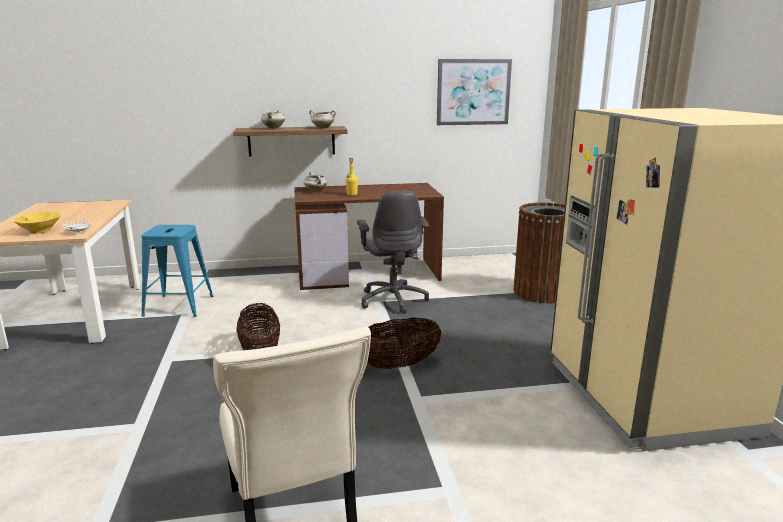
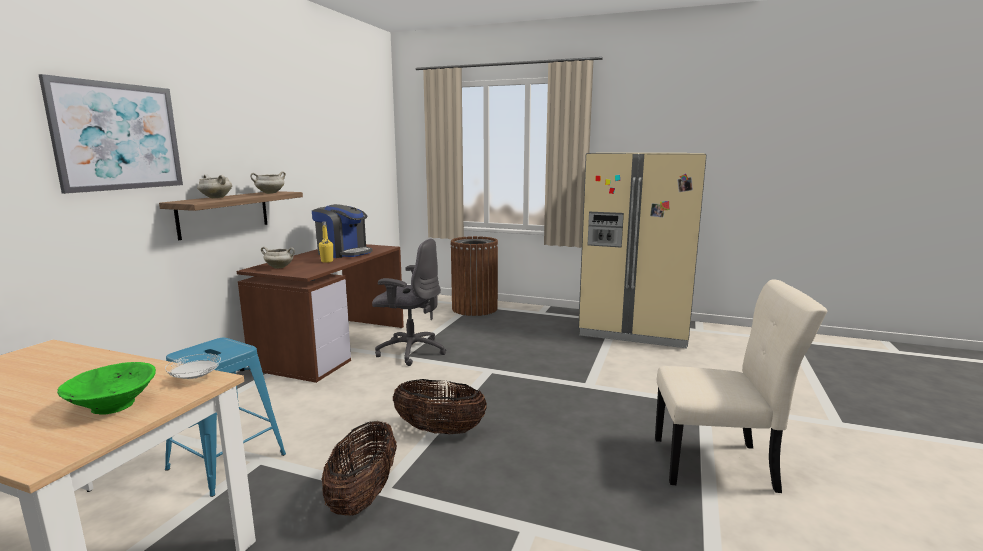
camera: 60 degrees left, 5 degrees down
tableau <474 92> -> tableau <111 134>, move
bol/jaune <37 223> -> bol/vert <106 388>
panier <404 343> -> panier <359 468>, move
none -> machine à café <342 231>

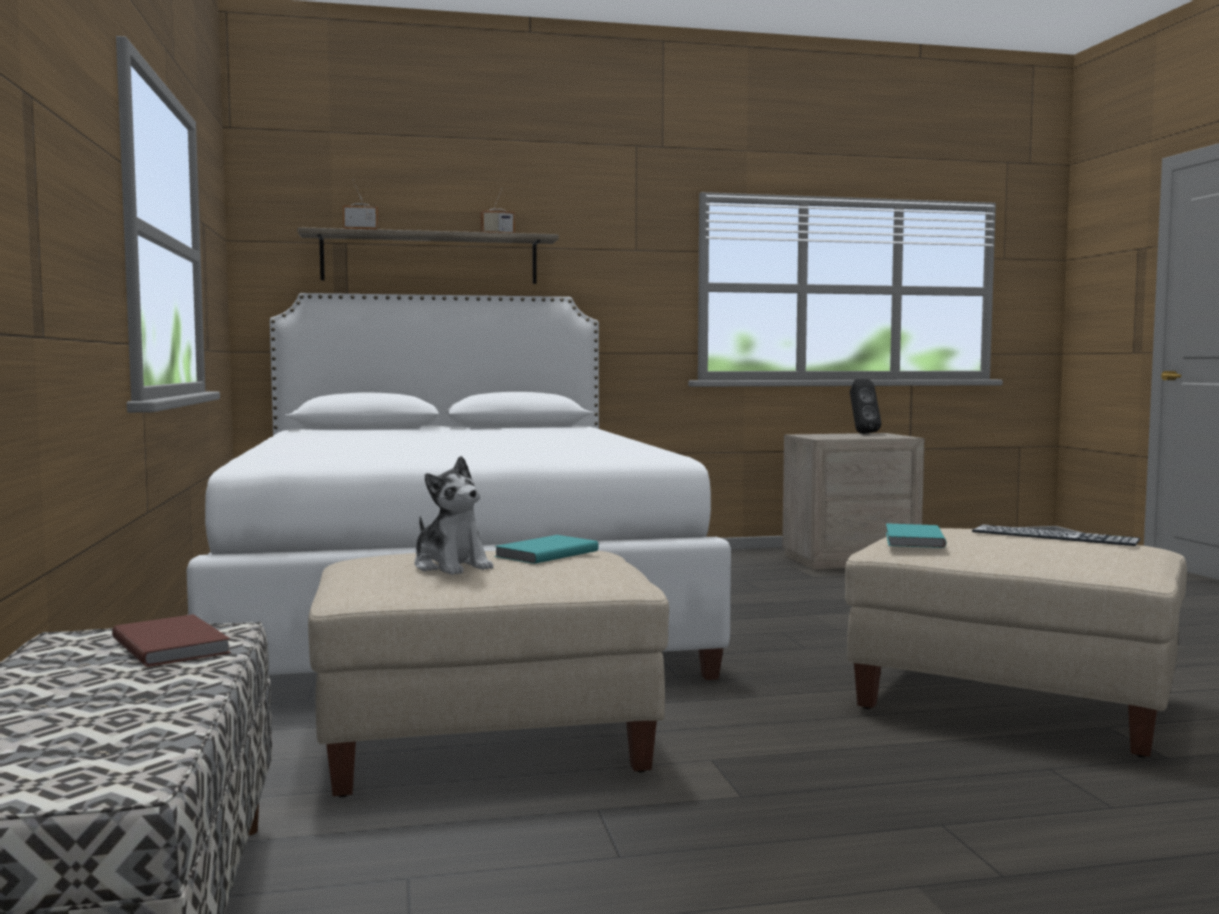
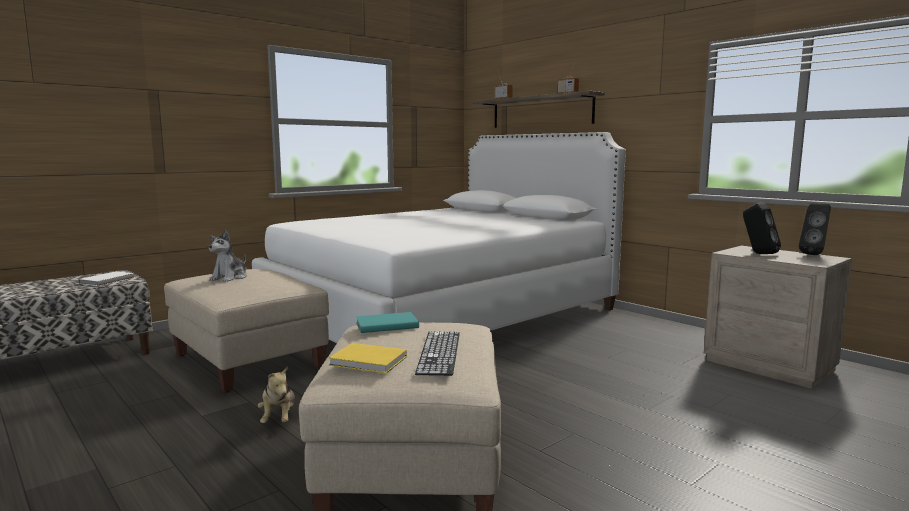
camera: 60 degrees right, 5 degrees up
livre/turquoise <546 549> -> none
livre/marron <171 640> -> livre/blanc <106 278>
none -> enceinte/noir <762 228>
none -> livre/jaune <368 358>
none -> peluche <276 394>

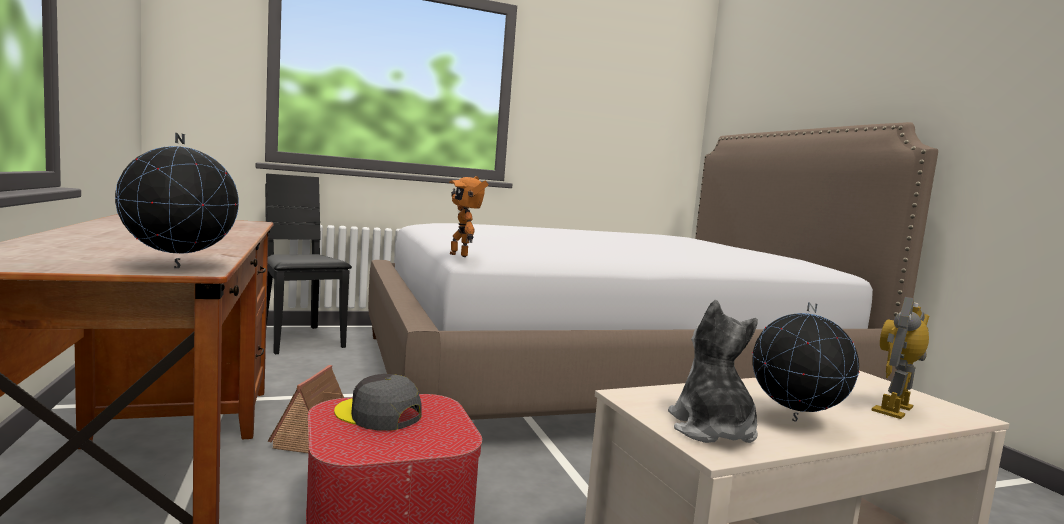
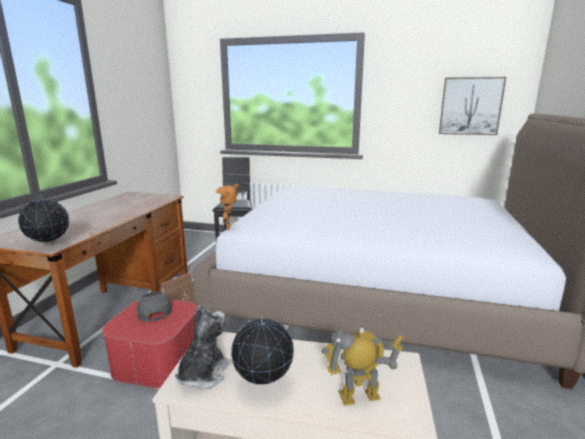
camera: 35 degrees right, 10 degrees up
none -> tableau <472 106>

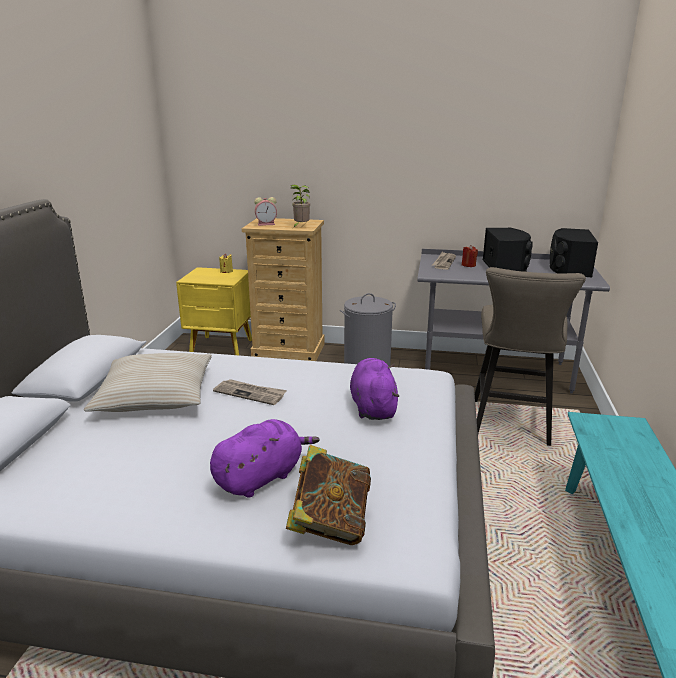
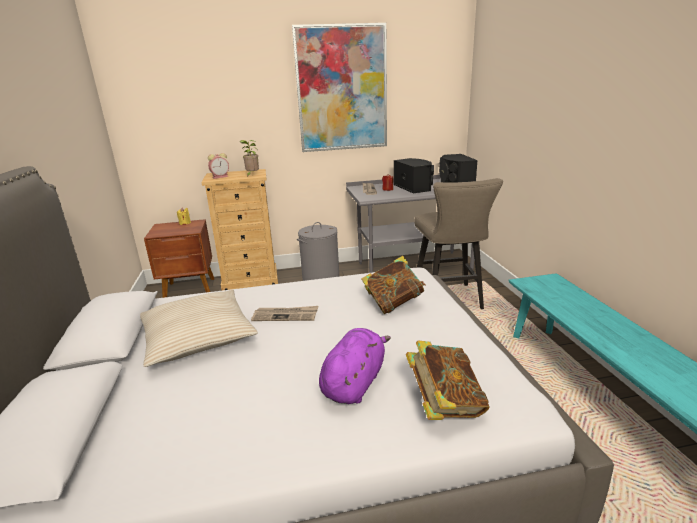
camera: 20 degrees left, 0 degrees up
table de chevet/jaune <214 311> -> table de chevet/marron <179 258>
peluche/violet <375 389> -> livre <393 285>
none -> tableau <339 87>

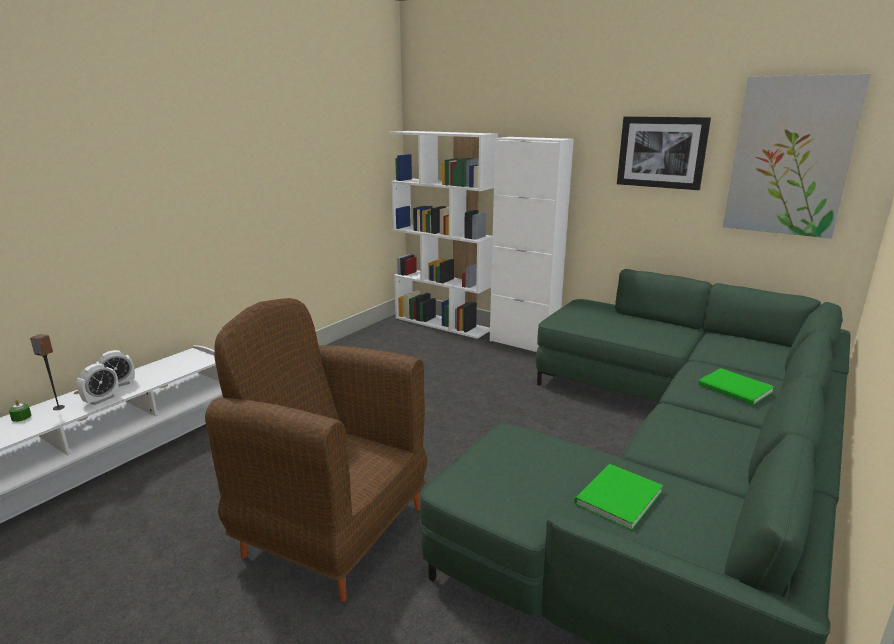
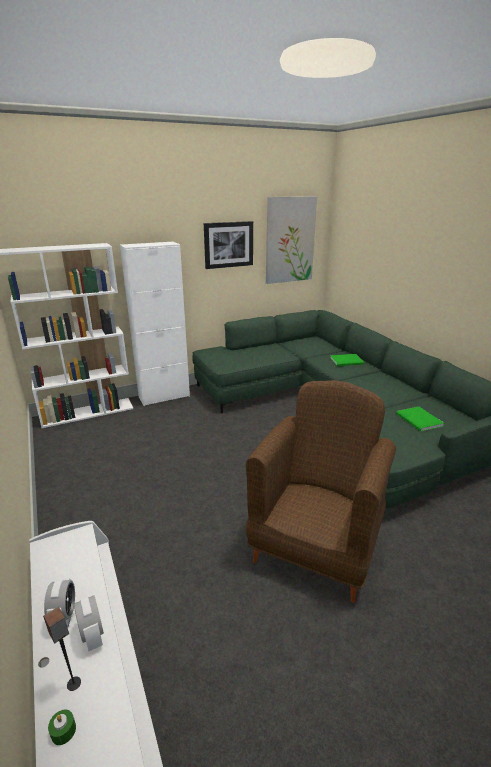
camera: 60 degrees left, 5 degrees up
fauteuil/marron <316 450> -> fauteuil/marron <320 491>, 150 degrees clockwise

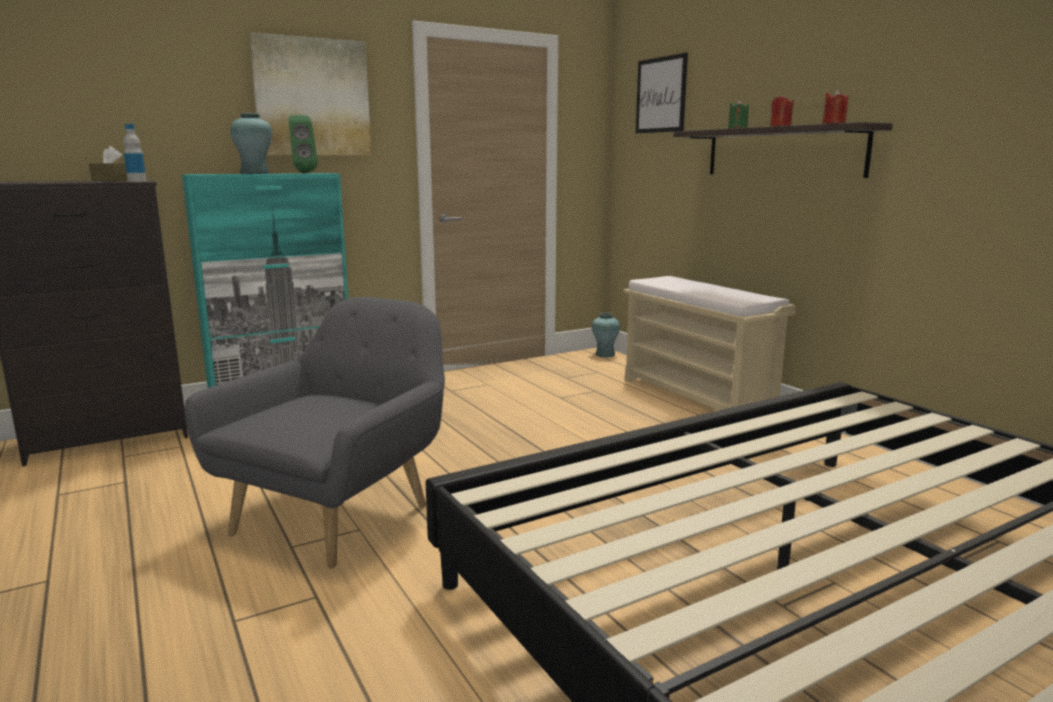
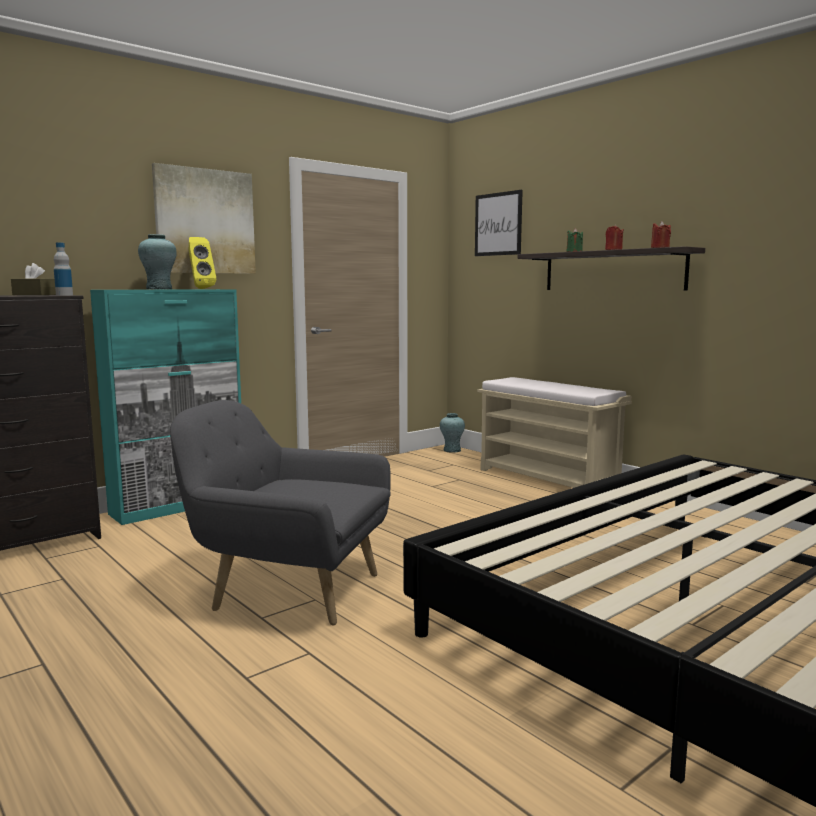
camera: 10 degrees left, 5 degrees down
enceinte/vert <303 144> -> enceinte/jaune <202 263>
fauteuil/gris <314 432> -> fauteuil/gris <280 512>, 90 degrees counterclockwise

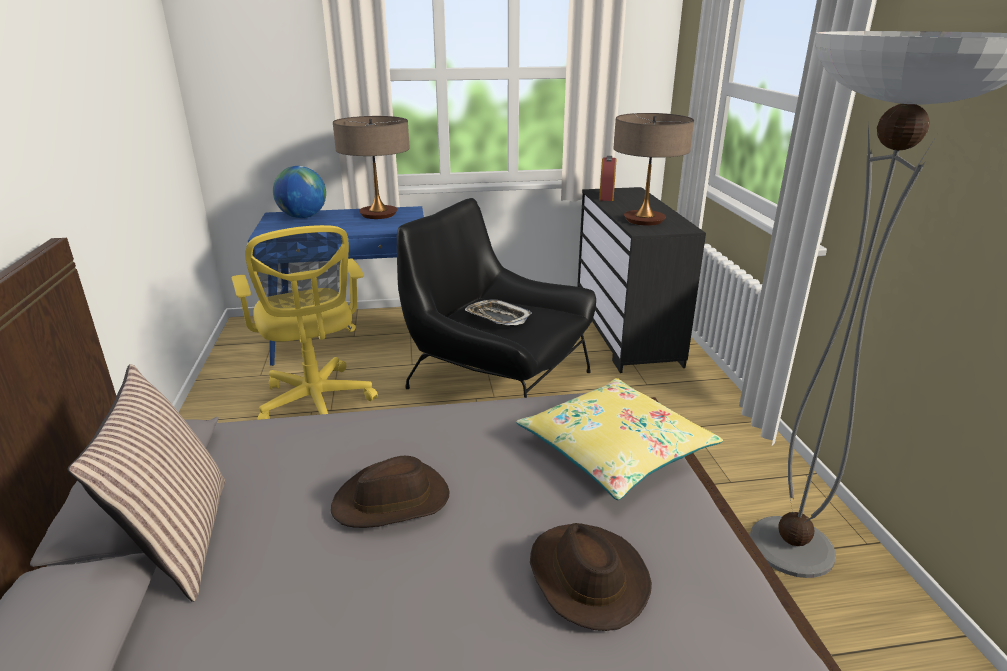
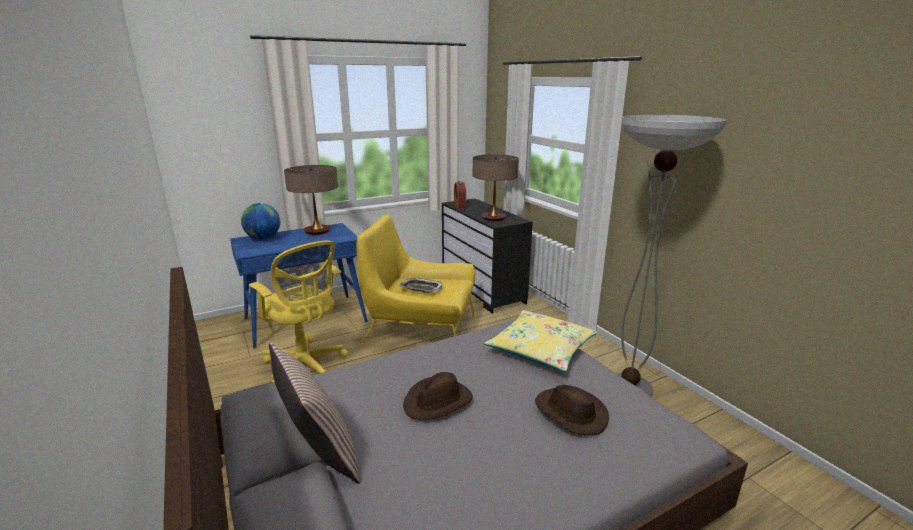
camera: 20 degrees left, 5 degrees down
fauteuil/noir <496 298> -> fauteuil/jaune <416 280>

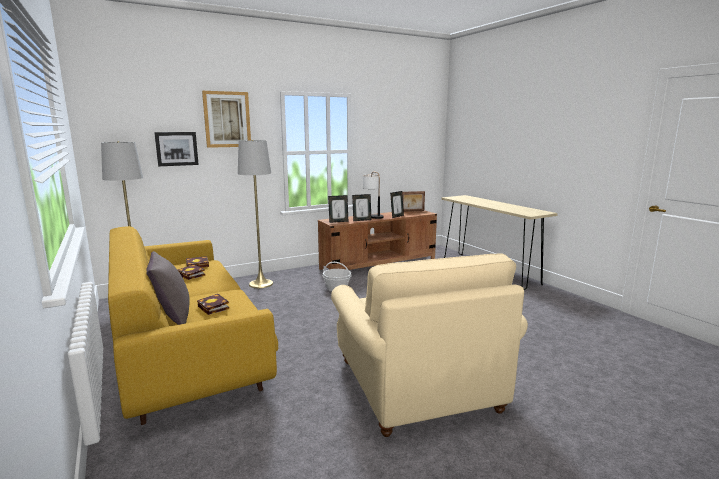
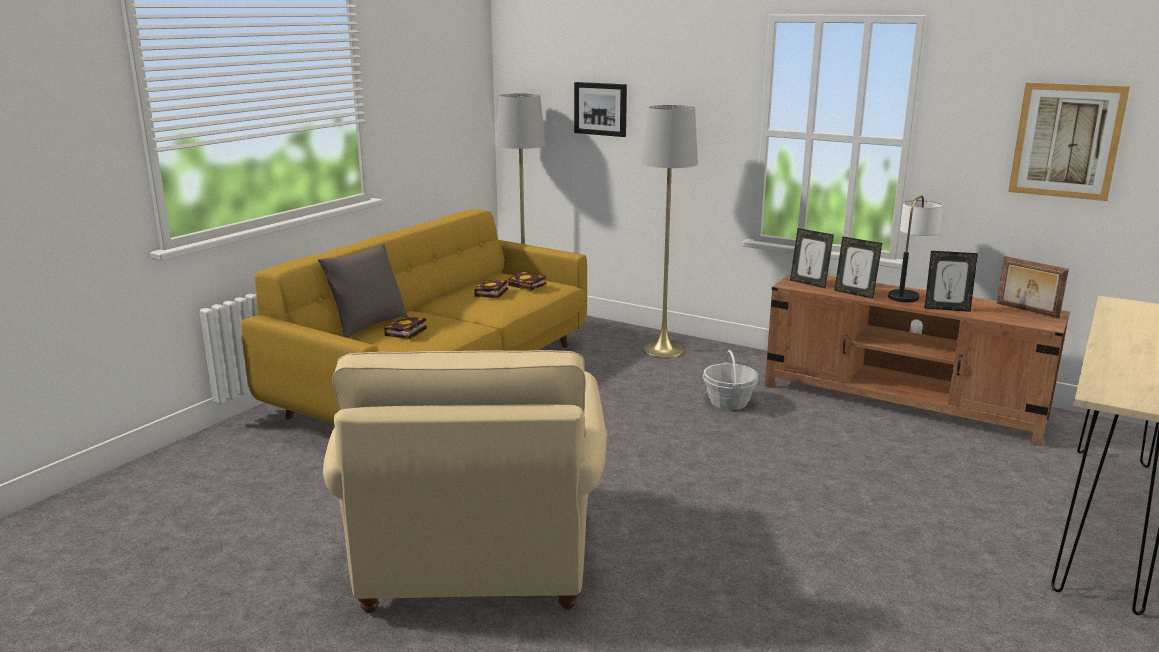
camera: 60 degrees right, 5 degrees up
tableau <226 119> -> tableau <1069 141>, move
fauteuil/beige <429 345> -> fauteuil/beige <465 481>, 45 degrees counterclockwise

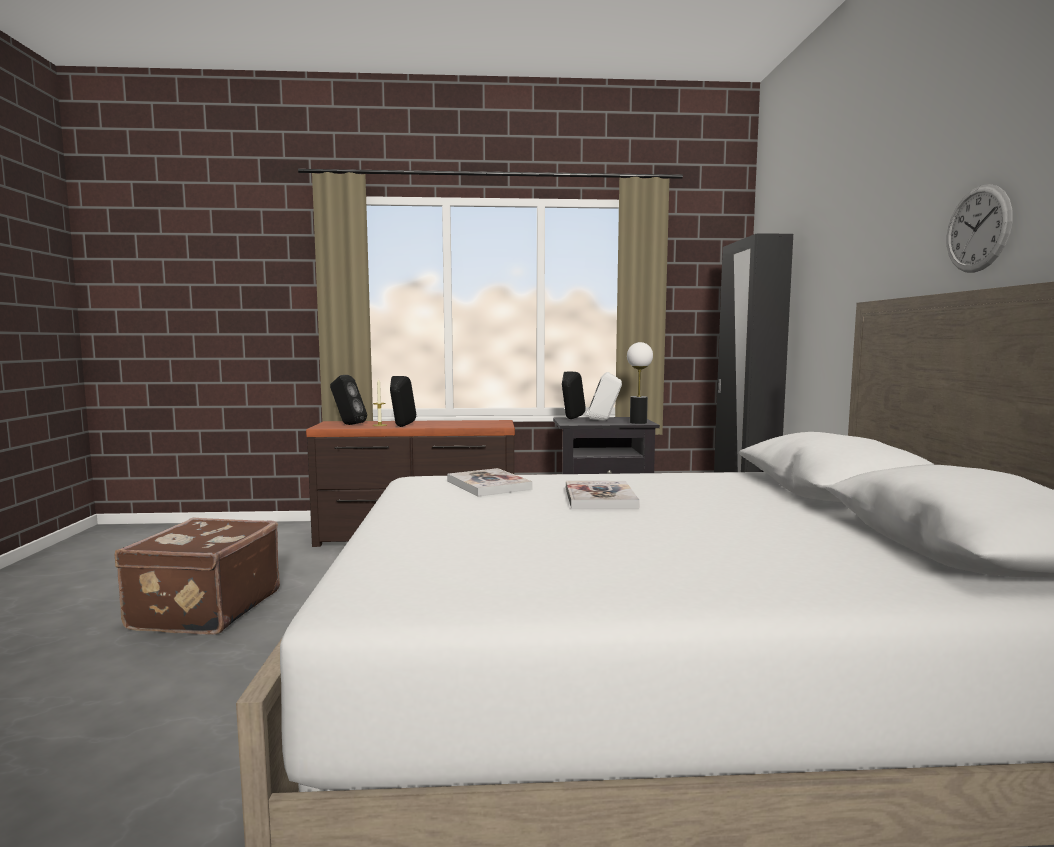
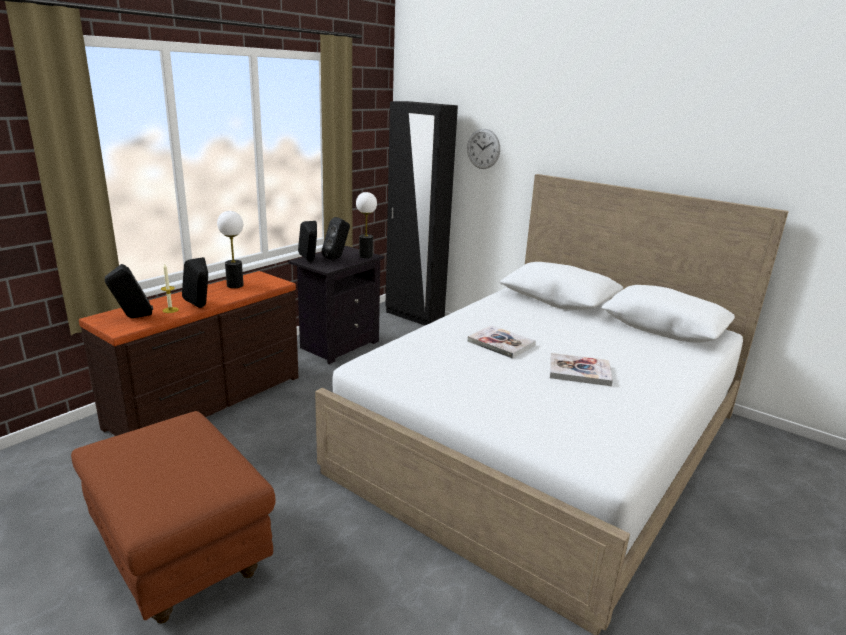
camera: 50 degrees left, 15 degrees up
horloge murale <980 228> -> horloge murale <483 149>, move
enceinte/blanc <604 396> -> enceinte/noir <336 238>
livre <490 482> -> livre <581 369>, move
valise/marron <197 576> -> pouf/marron <173 517>
none -> lampe de table <230 249>

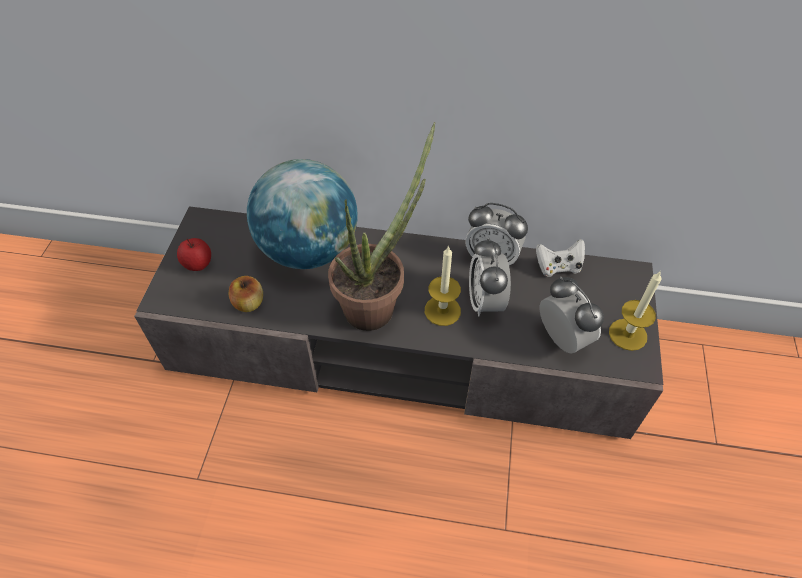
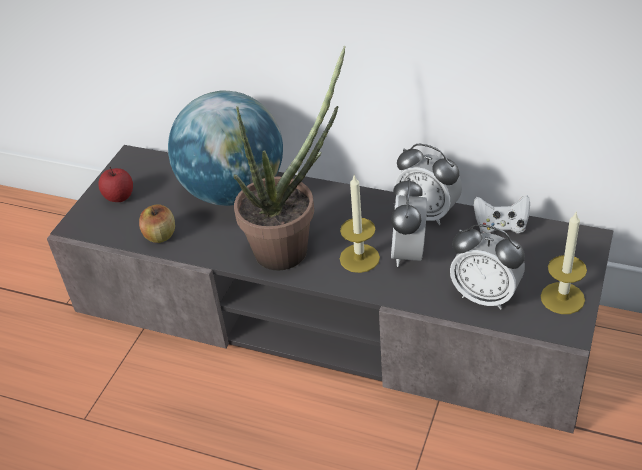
camera: 15 degrees right, 10 degrees down
réveil <572 315> -> réveil <487 267>, 135 degrees clockwise

